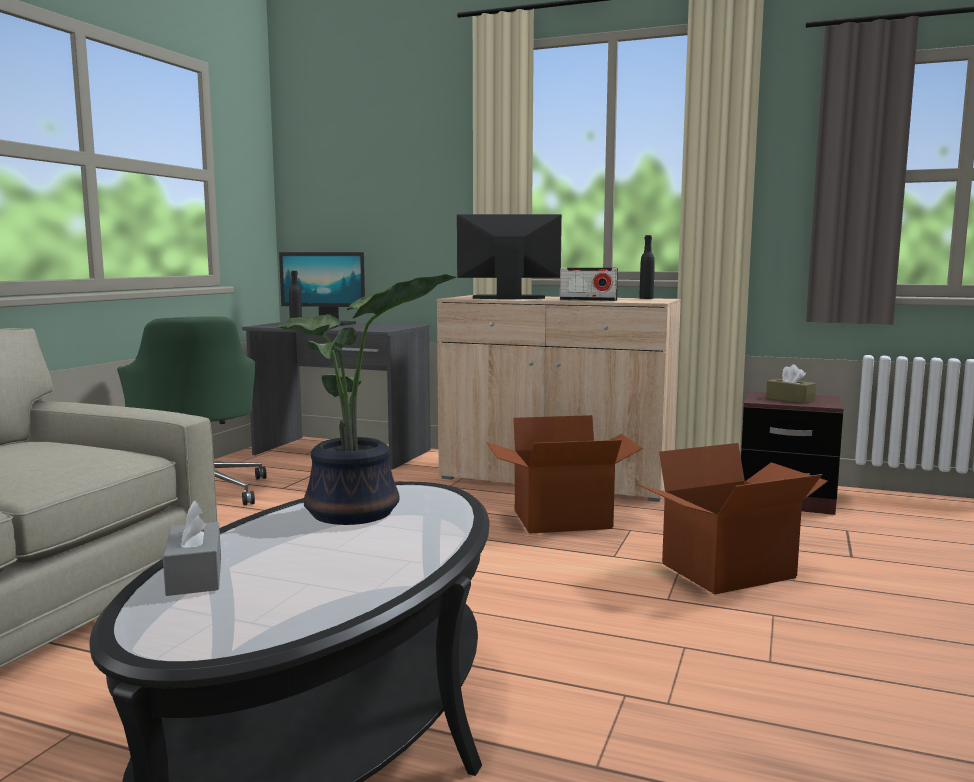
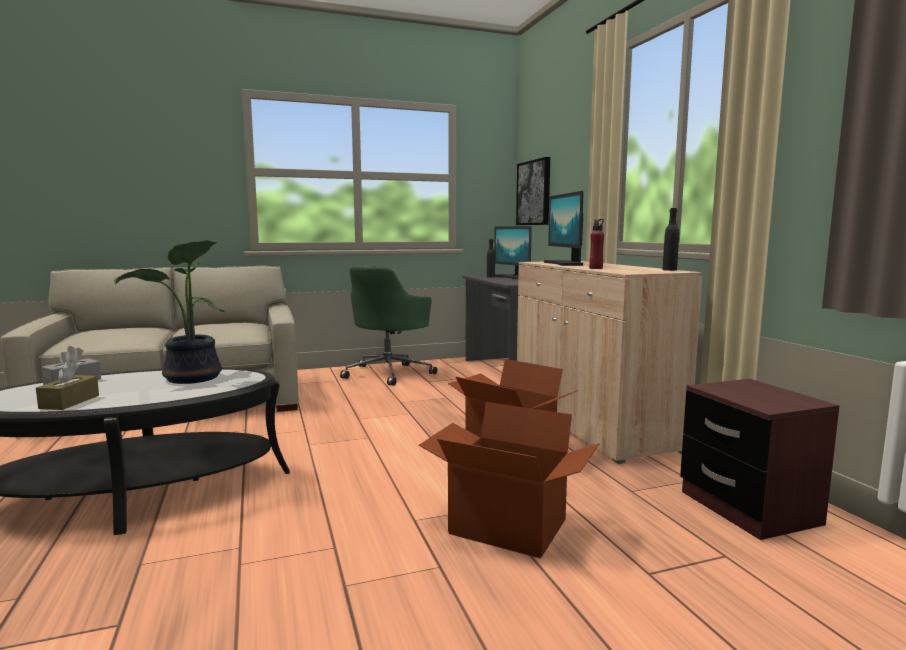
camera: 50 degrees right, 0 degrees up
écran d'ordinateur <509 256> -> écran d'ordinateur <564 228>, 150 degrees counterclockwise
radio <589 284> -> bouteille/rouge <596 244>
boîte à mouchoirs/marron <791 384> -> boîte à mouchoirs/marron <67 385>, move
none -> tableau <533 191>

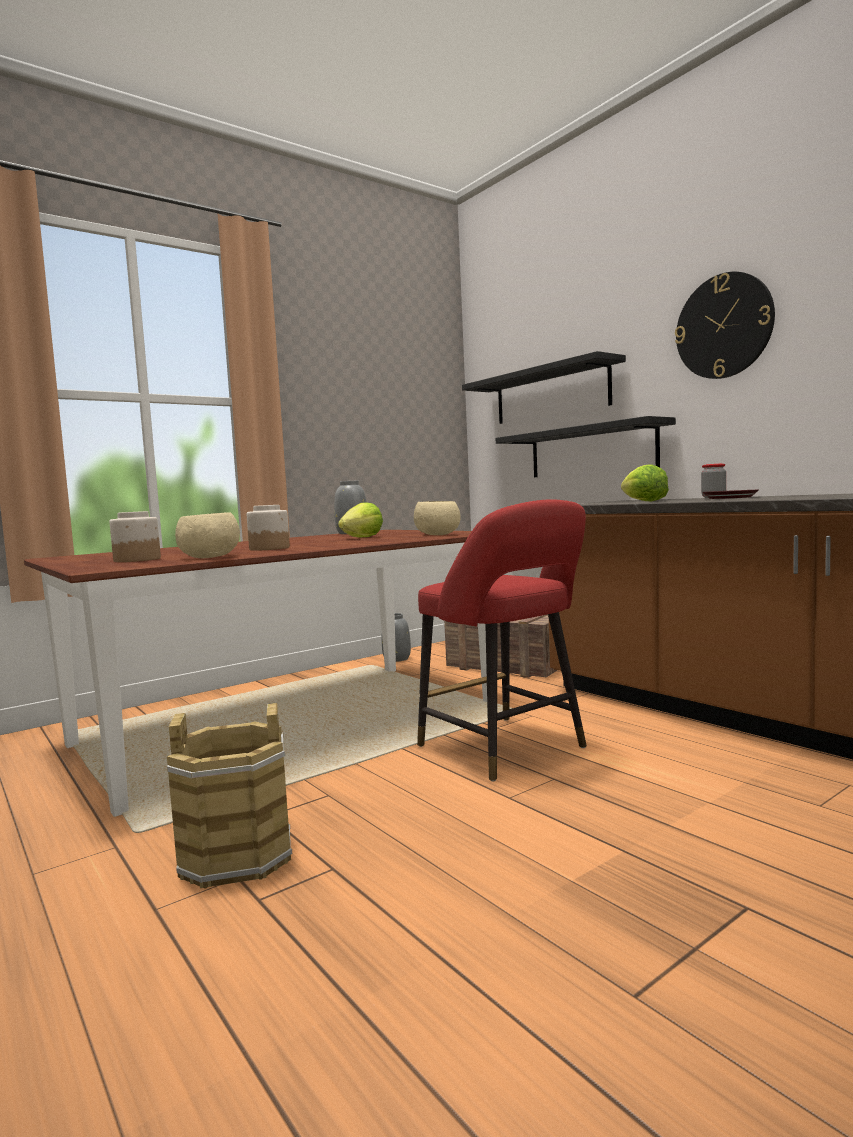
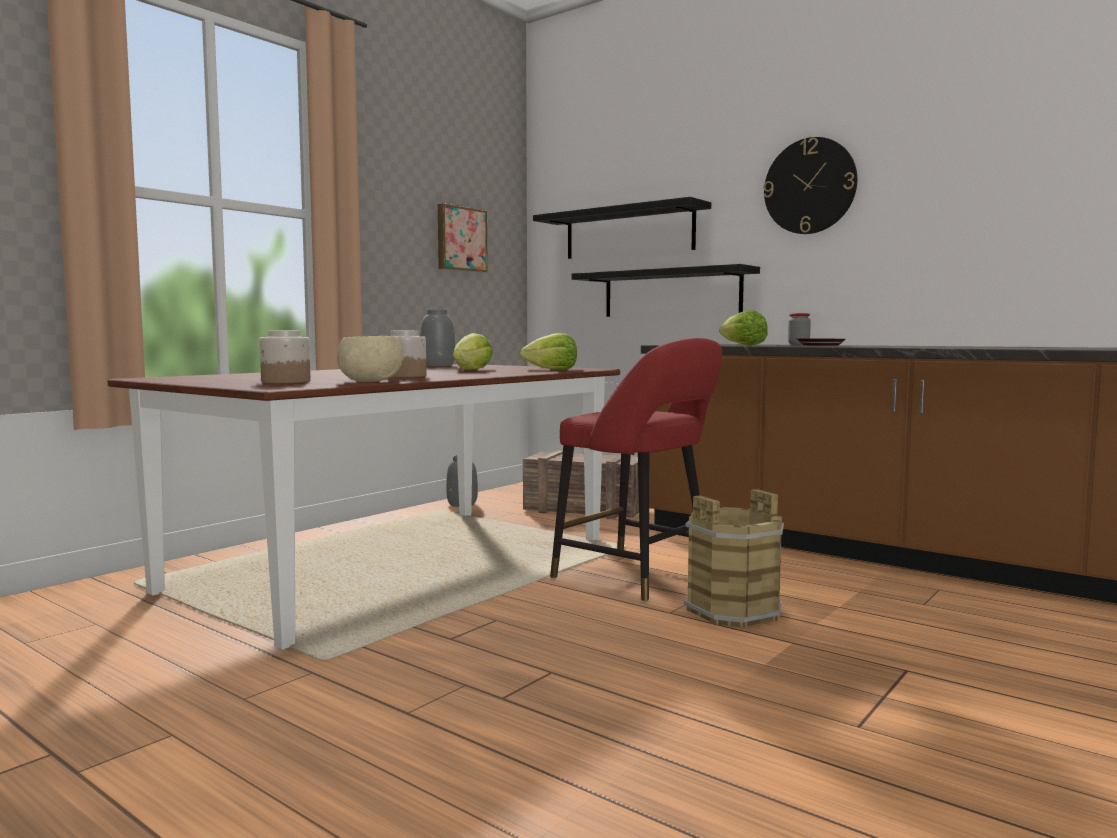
camera: 15 degrees left, 0 degrees up
bol/beige <437 518> -> laitue <548 351>
seau/marron <229 796> -> seau/marron <734 558>, move
none -> tableau <463 238>

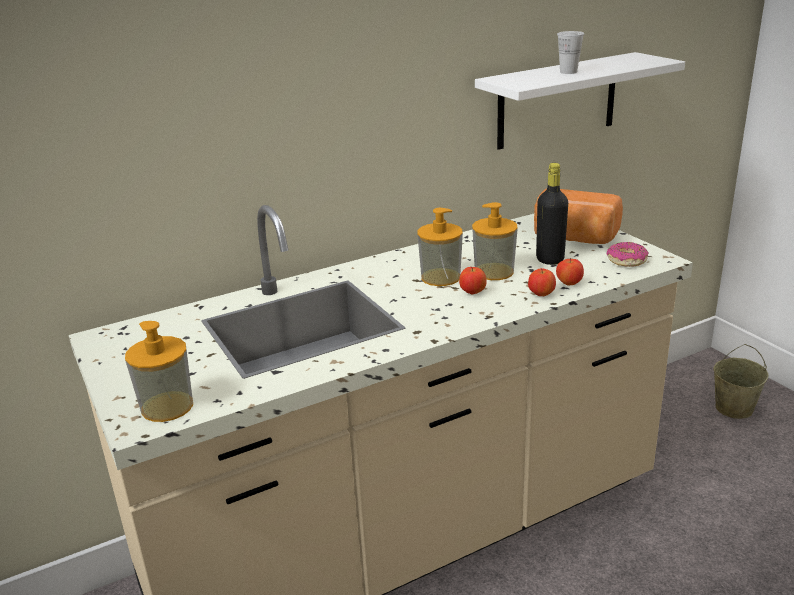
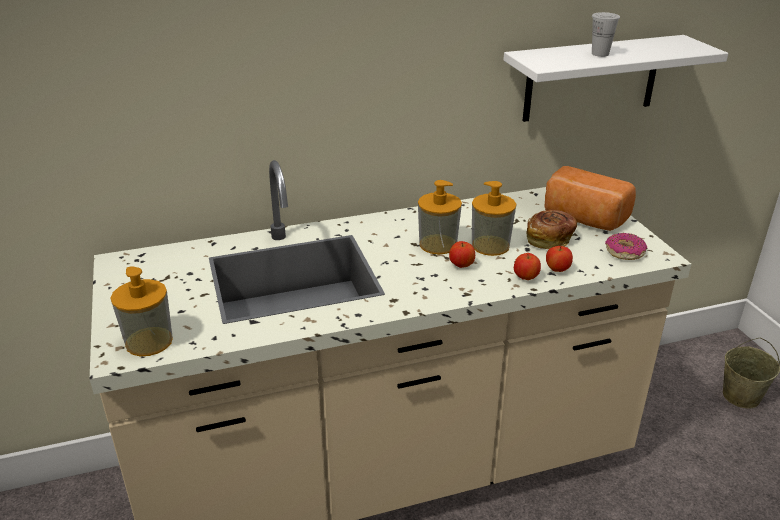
camera: 10 degrees right, 5 degrees up
bouteille/noir <552 214> -> pain <551 229>

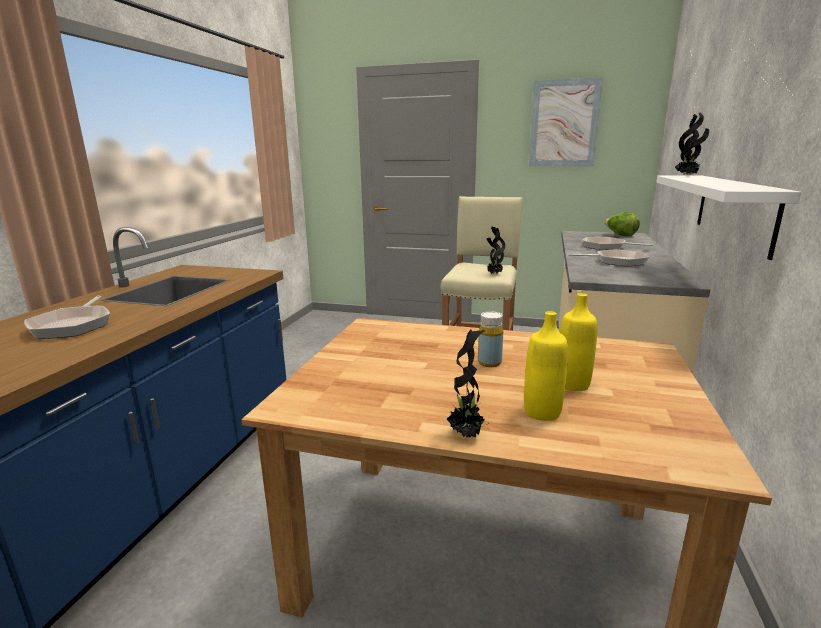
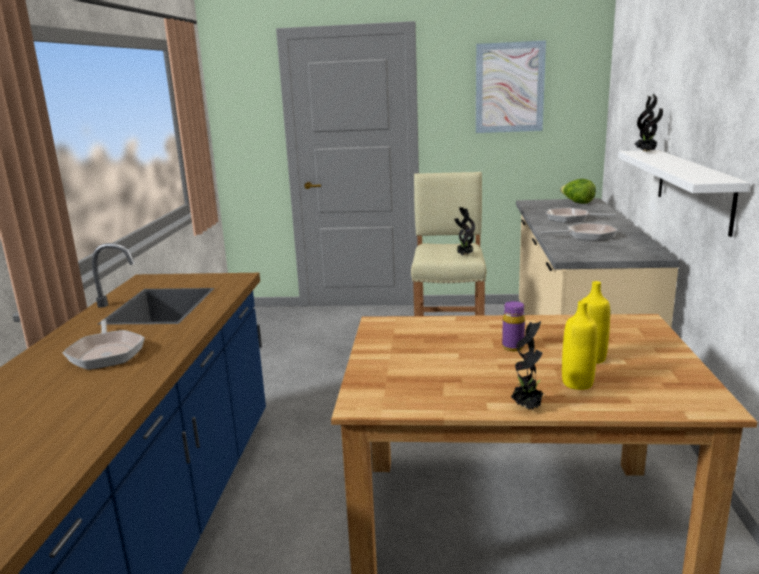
camera: 10 degrees left, 0 degrees up
bouteille/jaune <490 339> -> bouteille/violet <513 326>

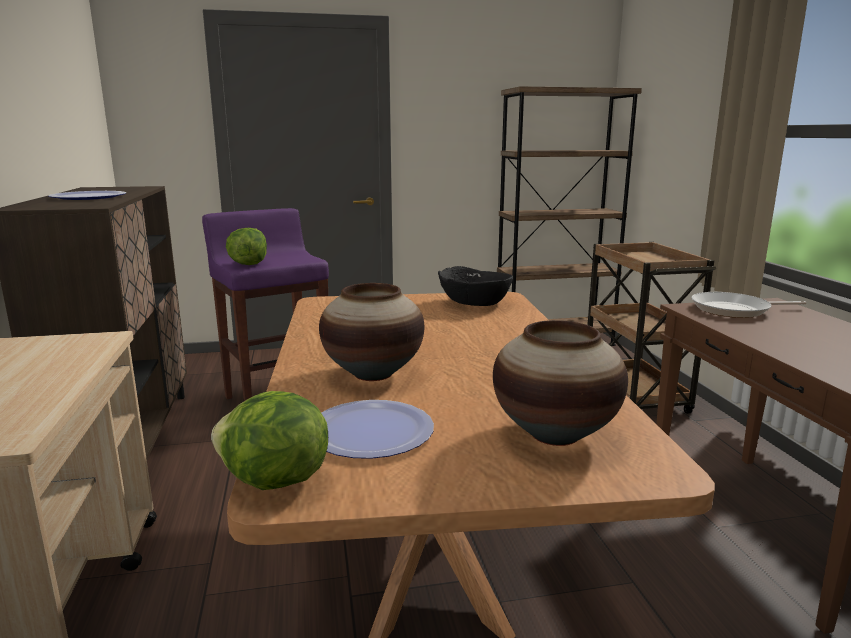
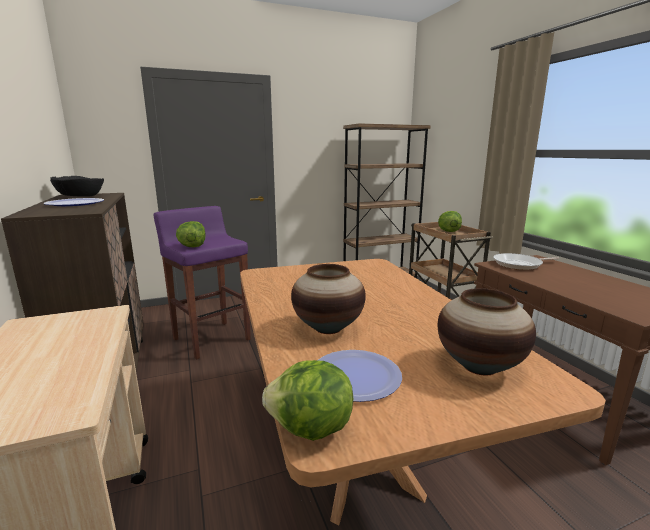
camera: 10 degrees left, 0 degrees up
bol/noir <475 286> -> bol/noir <77 186>, move
none -> laitue <450 221>

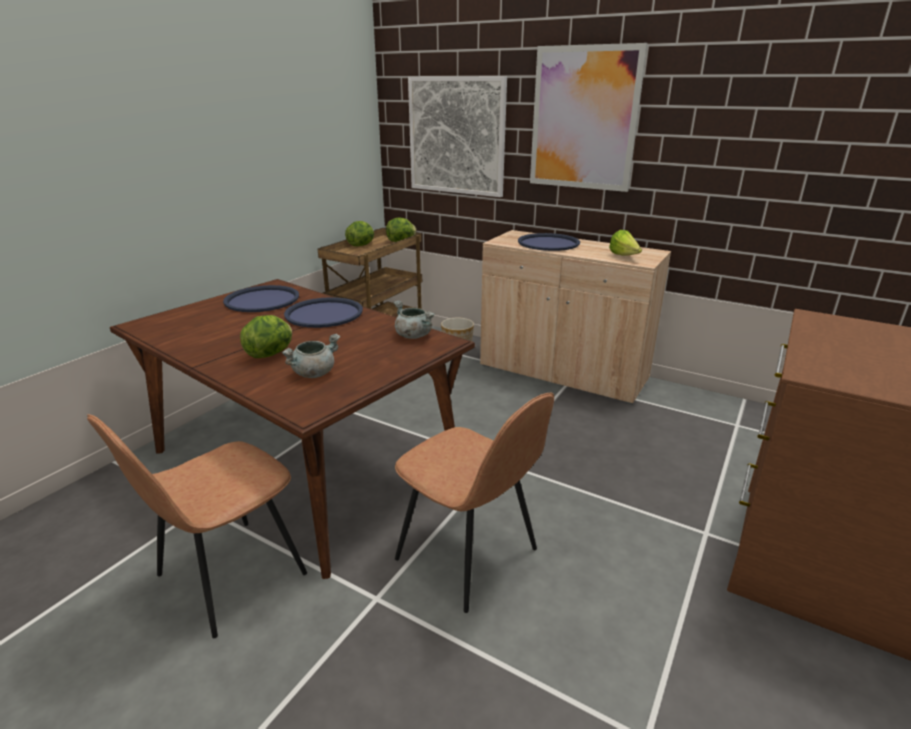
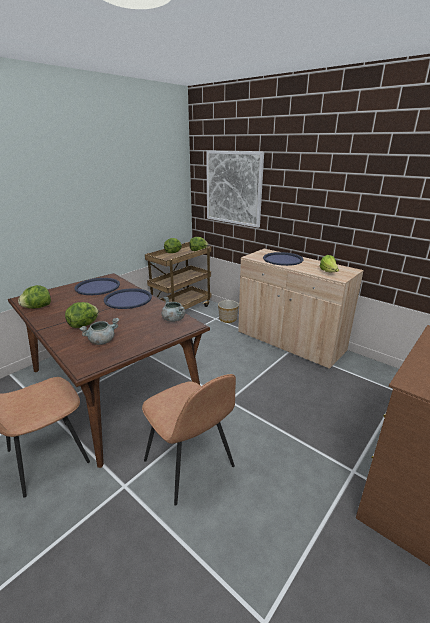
camera: 10 degrees right, 0 degrees up
tableau <589 117> -> none
none -> laitue <34 297>

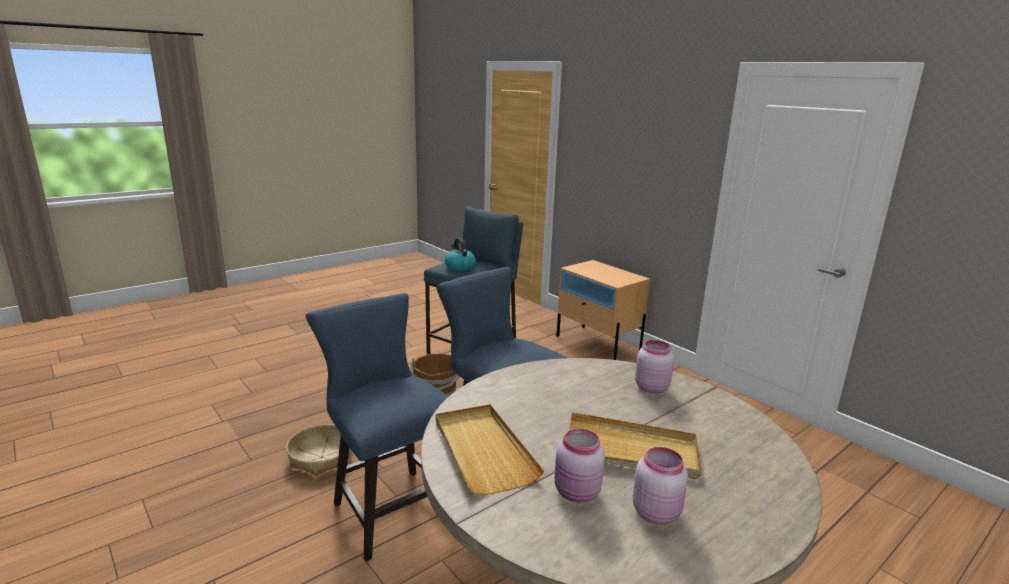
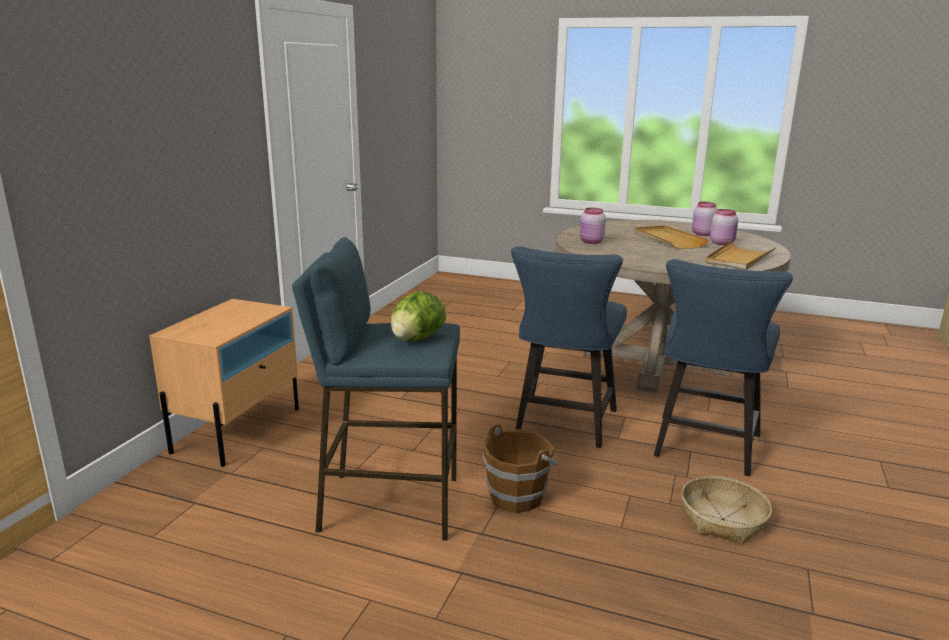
camera: 120 degrees left, 0 degrees up
bouilloire <460 254> -> laitue <418 316>

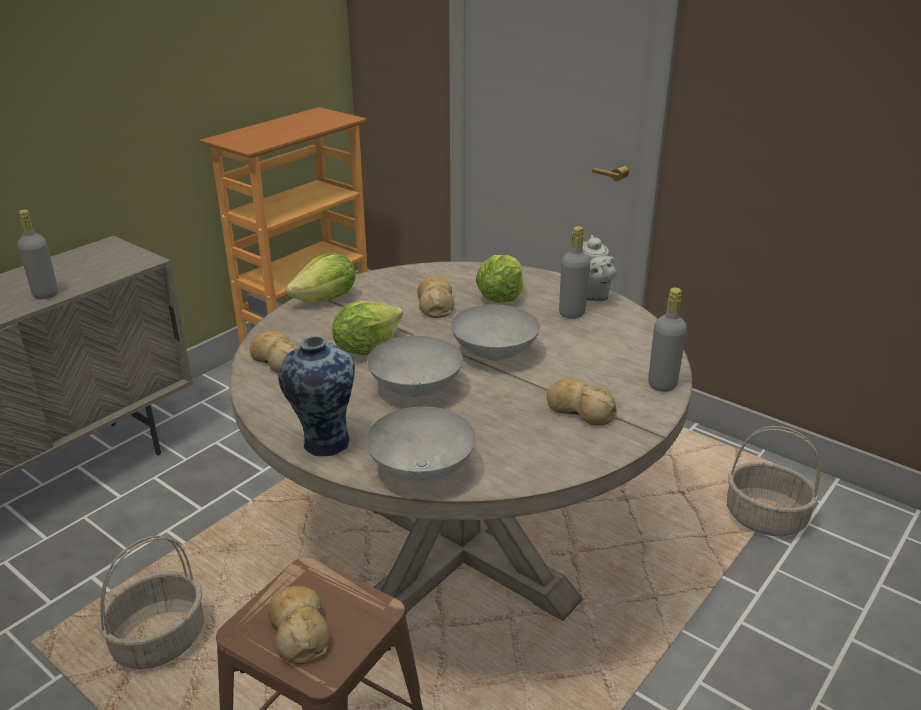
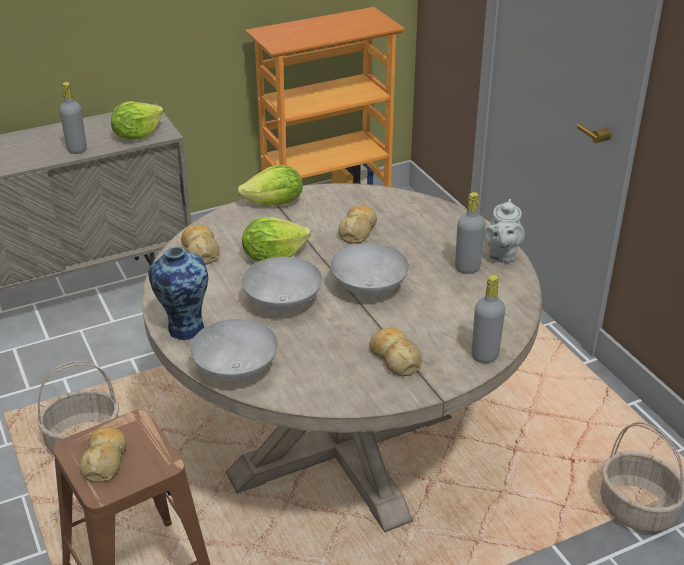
camera: 25 degrees right, 5 degrees up
laitue <499 279> -> laitue <137 120>, move

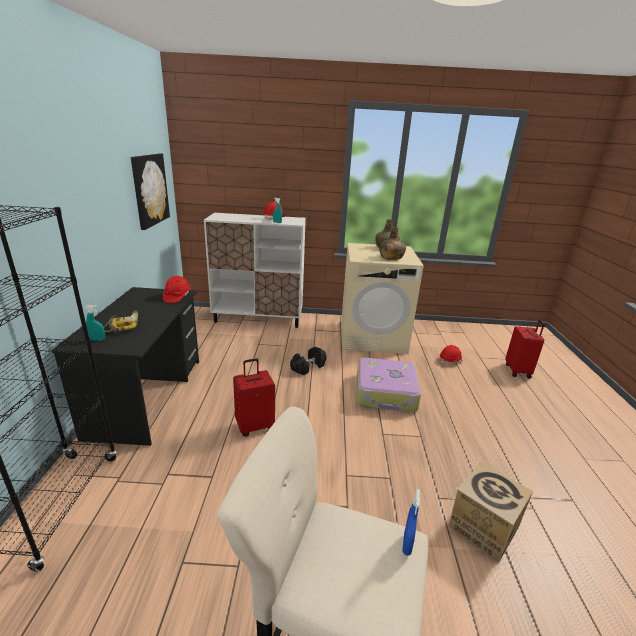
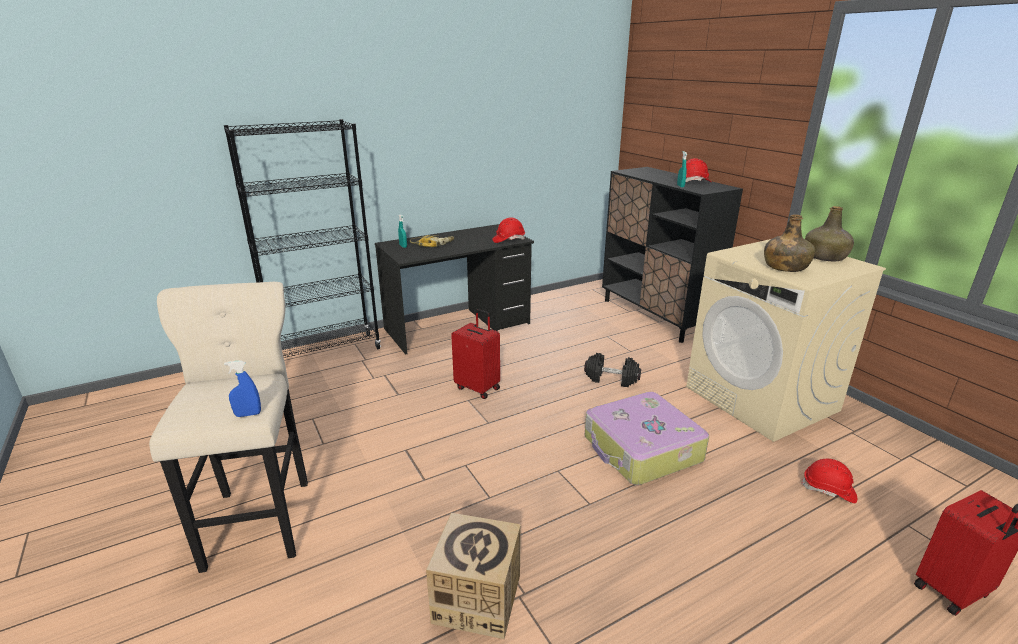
camera: 60 degrees right, 0 degrees up
tableau <150 191> -> none
meuble de rangement/blanc <255 270> -> meuble de rangement/noir <672 255>

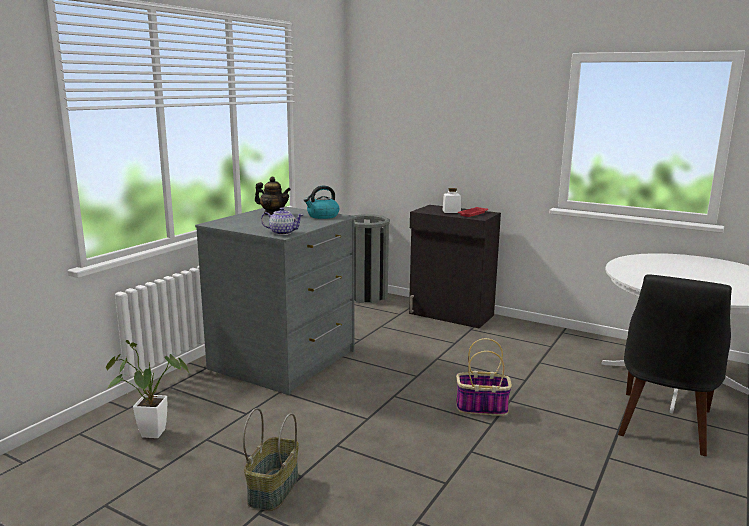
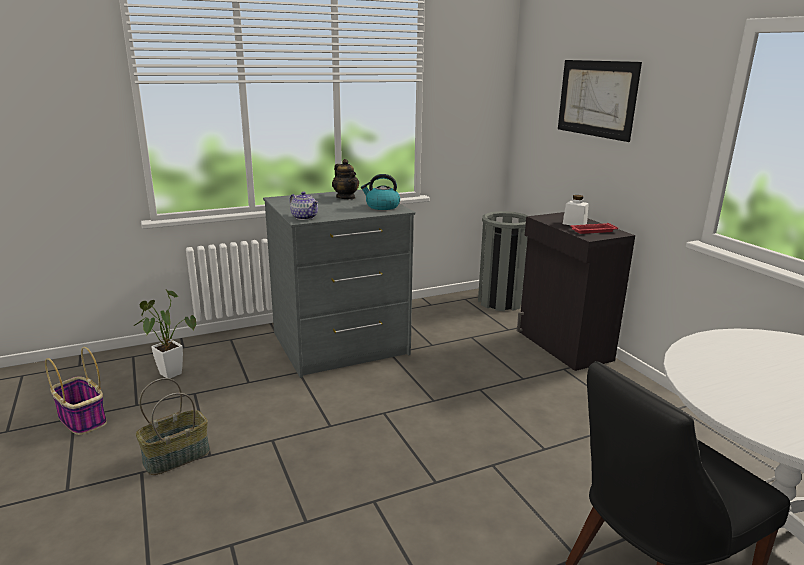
camera: 35 degrees right, 5 degrees up
panier <484 377> -> panier <76 391>, move
none -> tableau <600 101>

